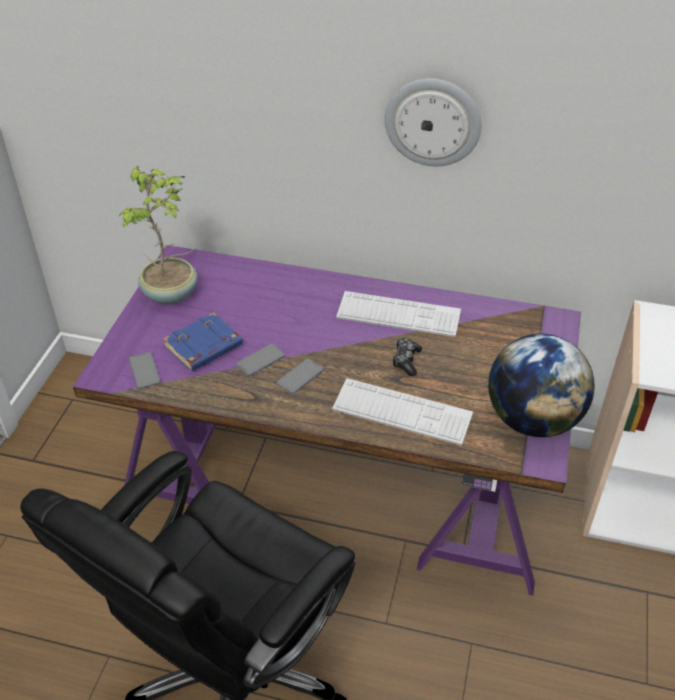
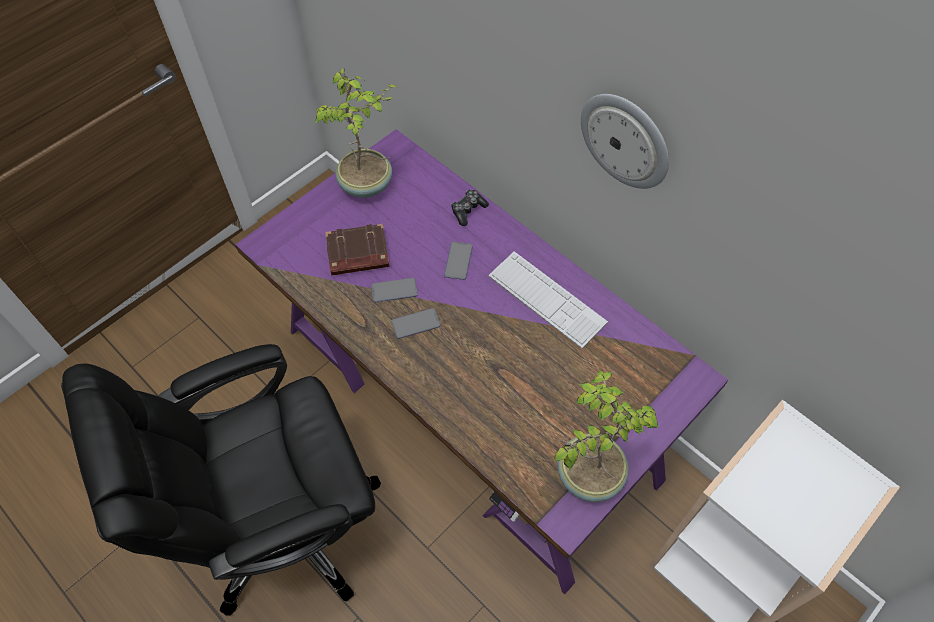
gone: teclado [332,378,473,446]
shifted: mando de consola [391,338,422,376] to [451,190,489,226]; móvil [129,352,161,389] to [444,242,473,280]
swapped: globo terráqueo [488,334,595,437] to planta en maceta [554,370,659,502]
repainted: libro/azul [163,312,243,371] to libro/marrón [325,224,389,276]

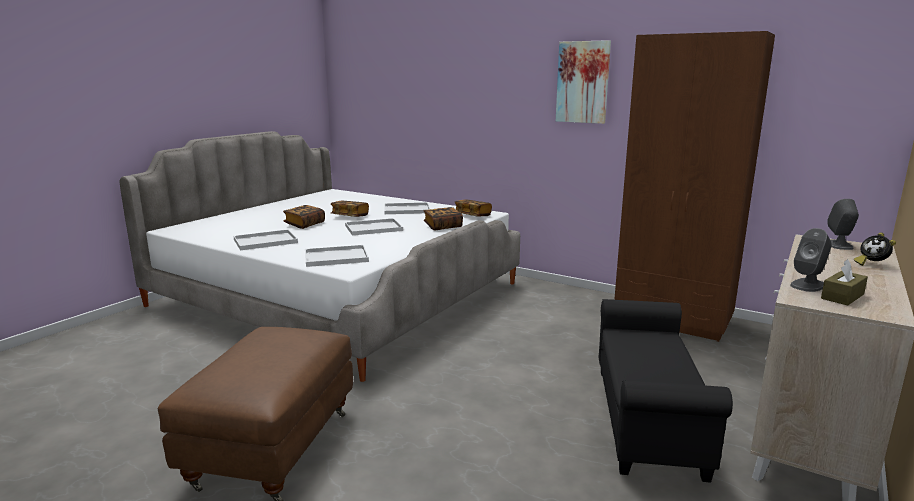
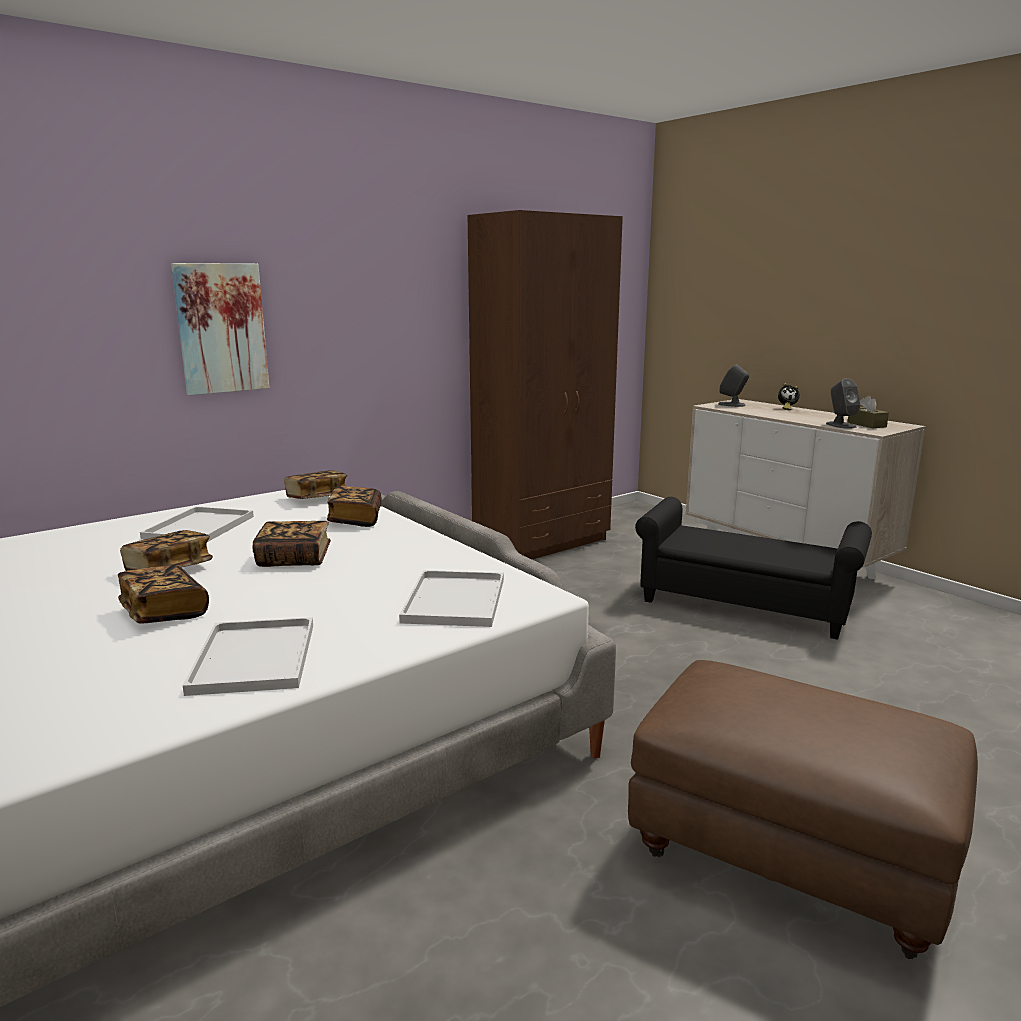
shifted: cuadro [556,40,611,124] to [171,263,270,395]
swapped: bandeja/blanco [345,218,403,235] to libro [253,521,331,567]

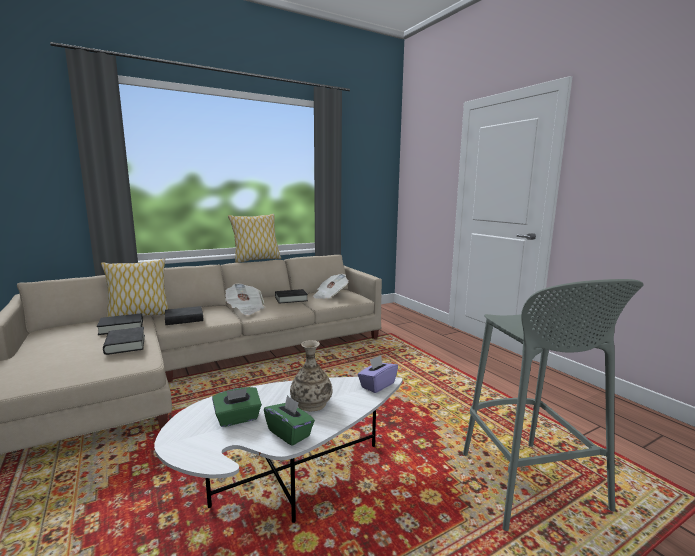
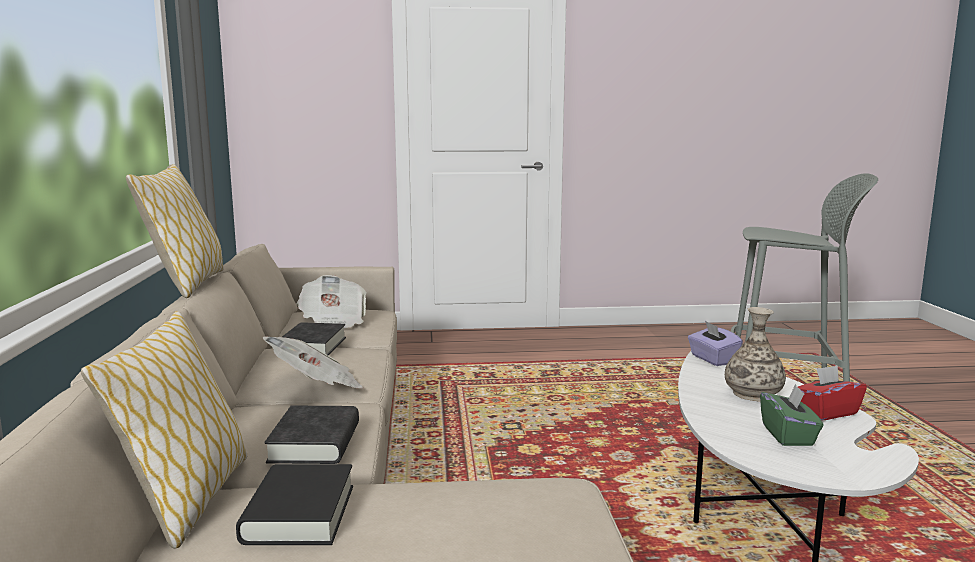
gone: libro/negro [103,327,145,355]
repainted: caja de pañuelos/verde [264,395,315,446] to caja de pañuelos/rojo [798,365,867,421]

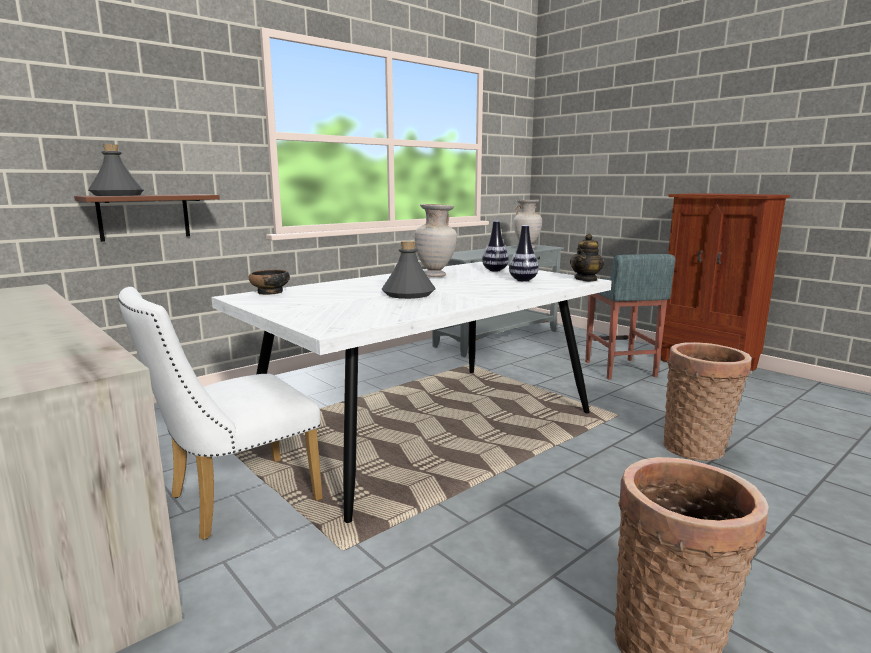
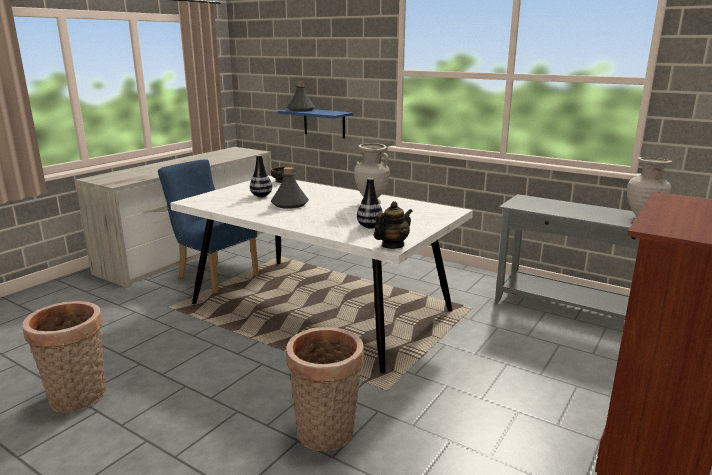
gone: taburete/gris [585,254,675,380]
shifted: florero [482,221,509,272] to [250,155,272,197]
repainted: estante/marrón [74,194,220,242] to estante/azul [277,109,353,139]; silla/blanco [118,287,323,540] to silla/azul [158,159,259,294]
rotated: tetera [570,234,604,282] = [374,201,412,249] 120 degrees clockwise

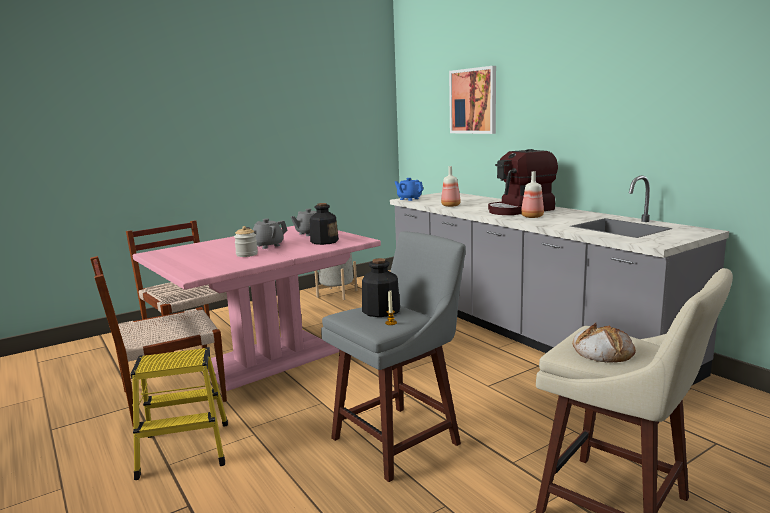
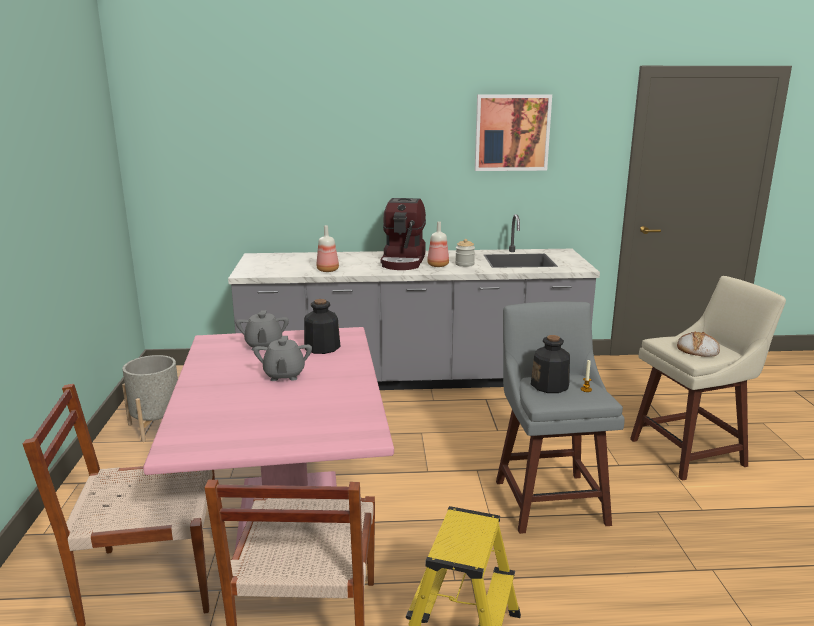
gone: tetera/azul [395,178,424,201]
shifted: cuadro [449,66,496,134] to [475,94,552,171]; tarro [234,226,258,257] to [455,239,475,267]

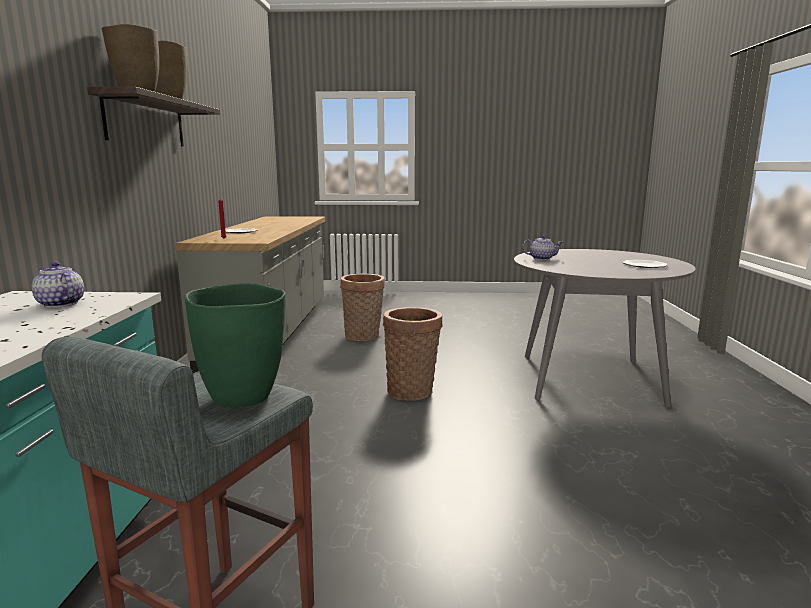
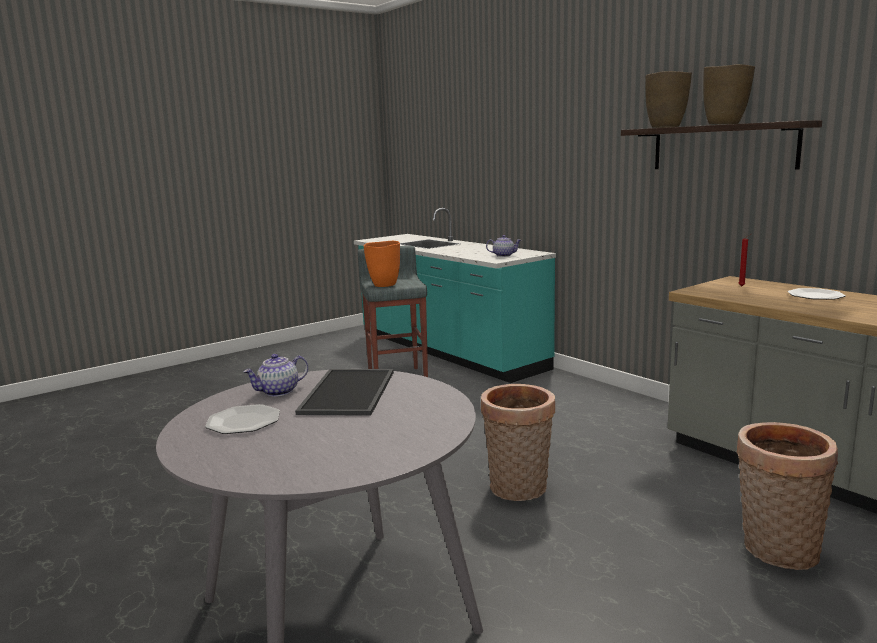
new: bandeja [295,369,394,416]
shifted: tetera [522,235,563,260] to [243,354,308,396]
repainted: florero/verde [185,283,285,408] to florero/naranja [364,241,400,287]

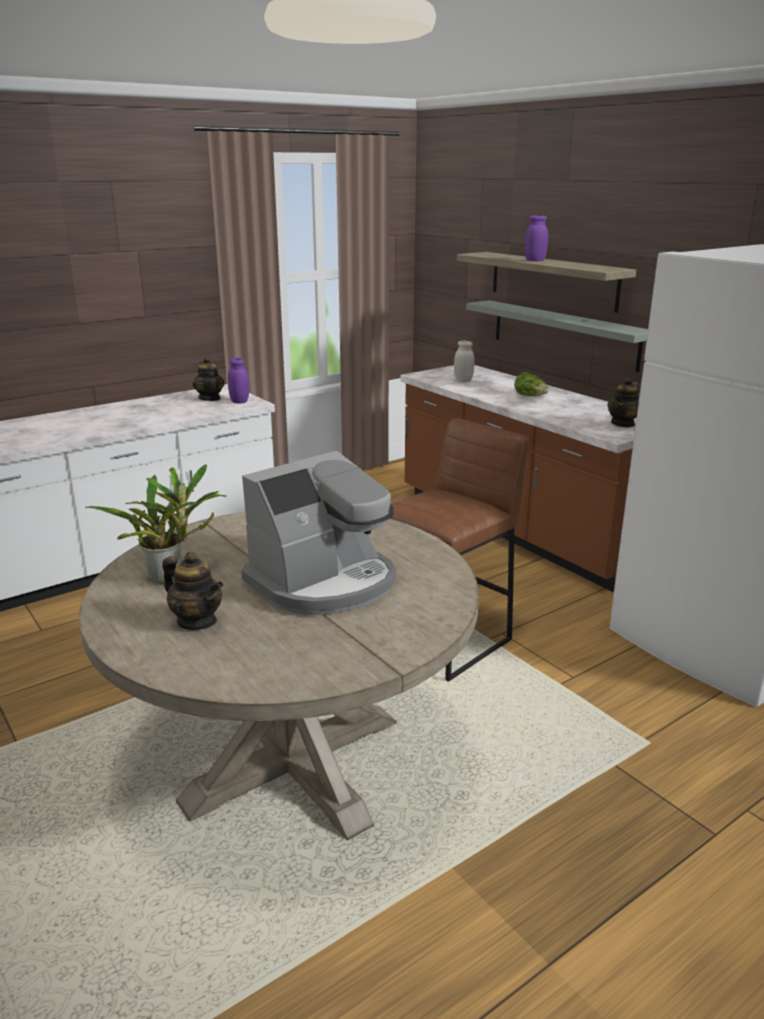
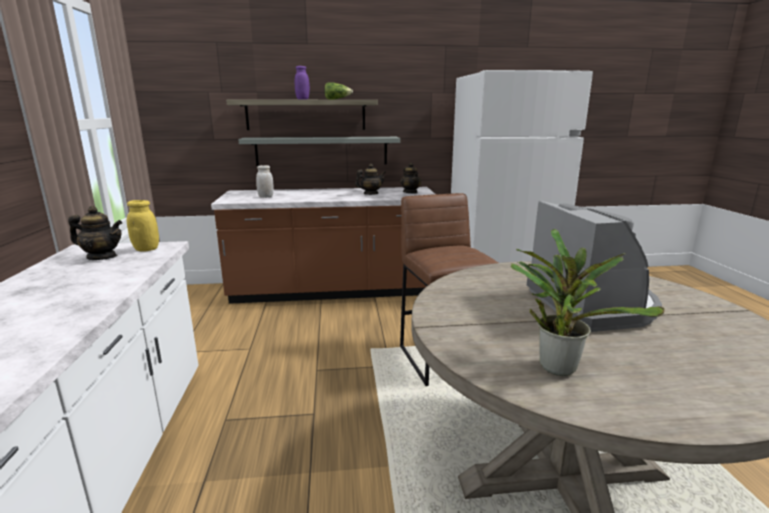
shifted: lechuga [514,372,549,396] to [324,82,353,100]; tetera [162,552,223,630] to [355,164,386,195]
repainted: tarro/morado [228,358,249,403] to tarro/amarillo [127,200,159,251]

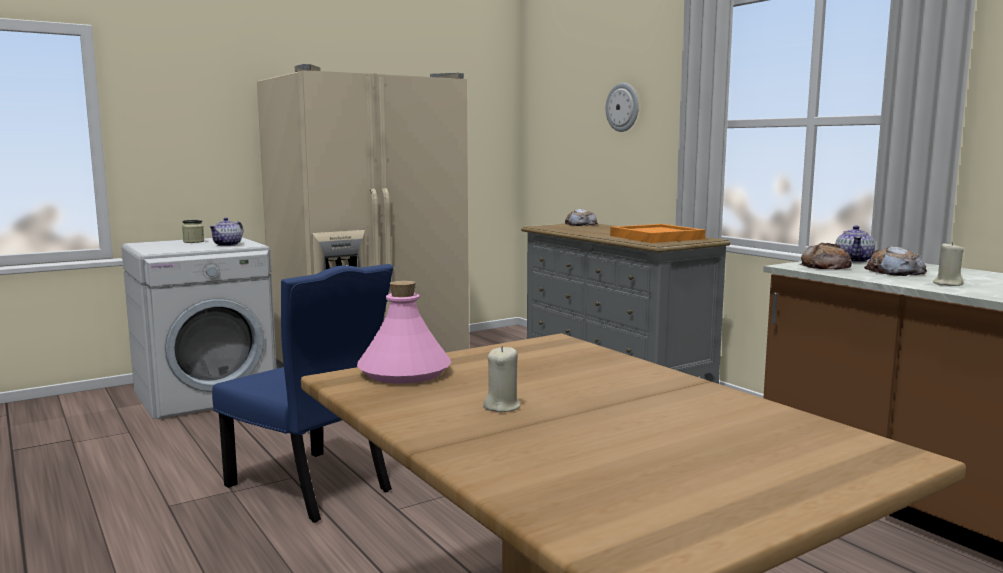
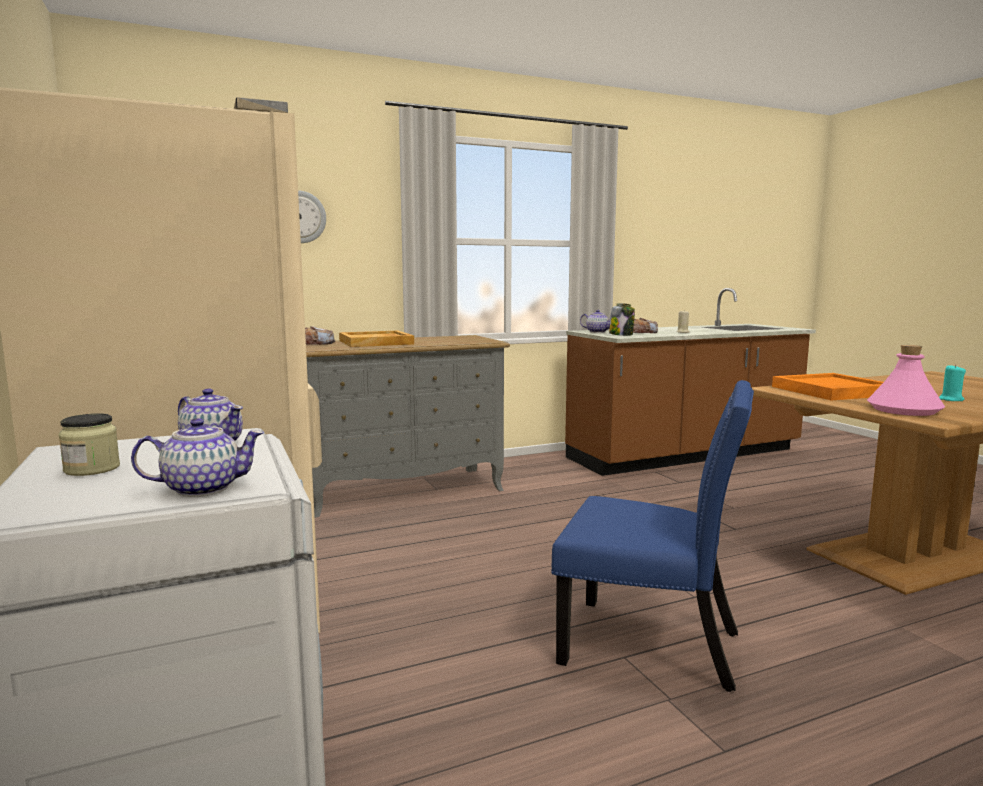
new: bandeja/beis [339,331,414,347]; tetera [131,418,264,497]
shifted: bandeja/naranja [610,224,705,243] to [772,373,883,401]
swapped: pan [799,243,852,269] to tarro [609,303,635,336]
repainted: vela/beis [483,346,520,412] to vela/turquesa [939,364,966,401]
rotated: silla/azul [212,264,393,523] = [551,380,754,692] 60 degrees clockwise

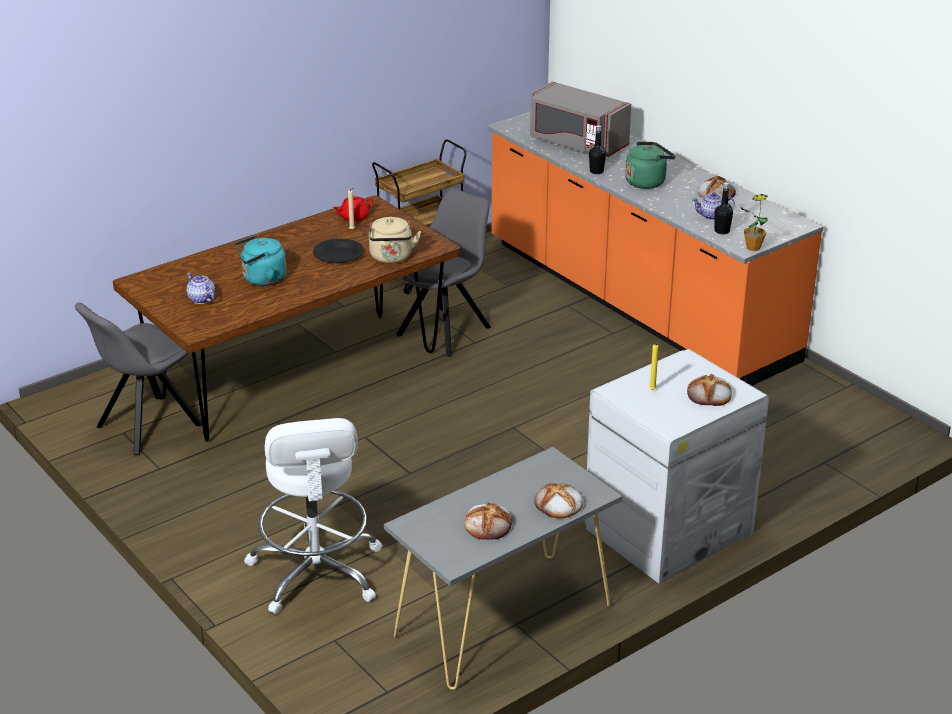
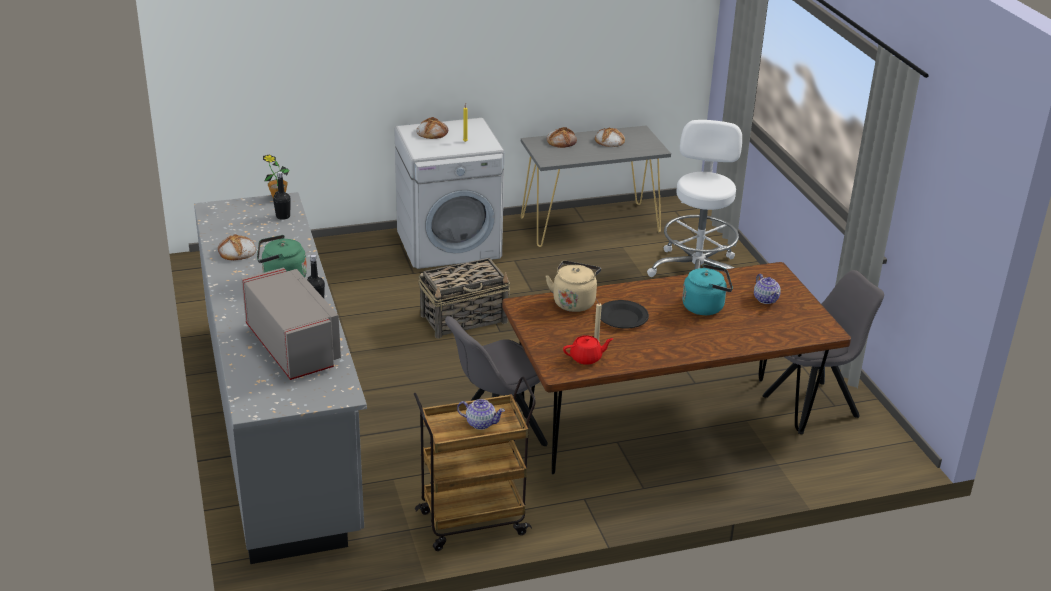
new: cesta [419,258,510,338]
shifted: tetera [692,192,735,220] to [457,399,505,430]
repainted: mueble bajo de cocina/naranja [487,112,824,386] to mueble bajo de cocina/gris [194,192,367,564]

